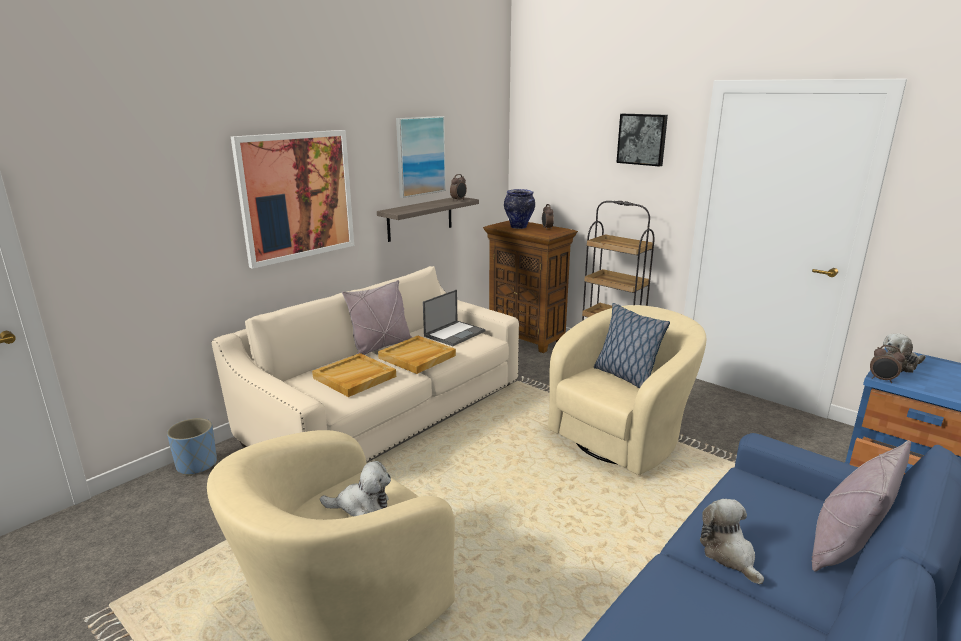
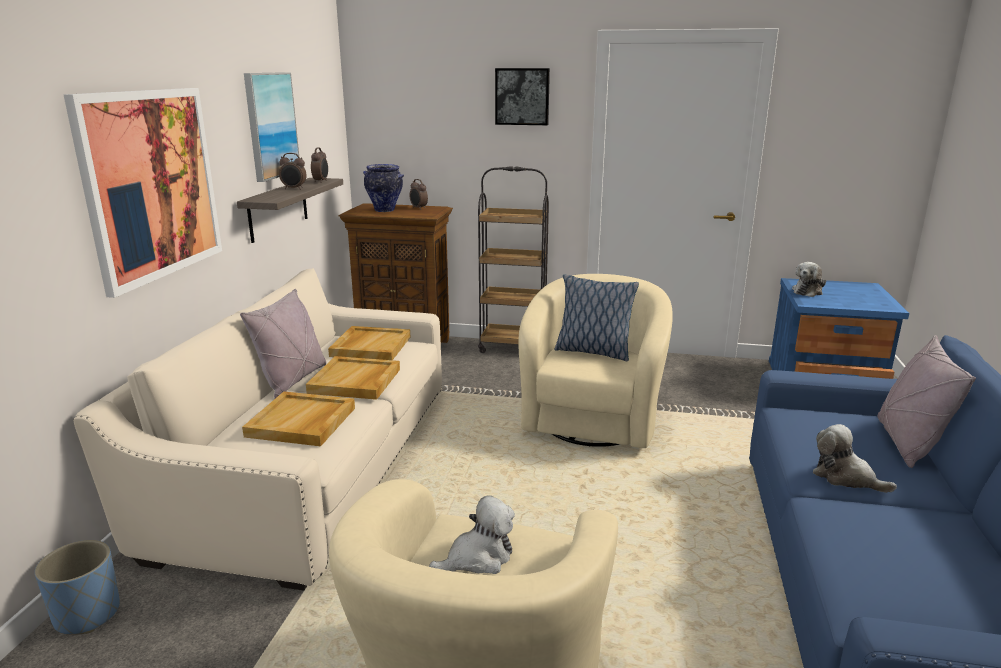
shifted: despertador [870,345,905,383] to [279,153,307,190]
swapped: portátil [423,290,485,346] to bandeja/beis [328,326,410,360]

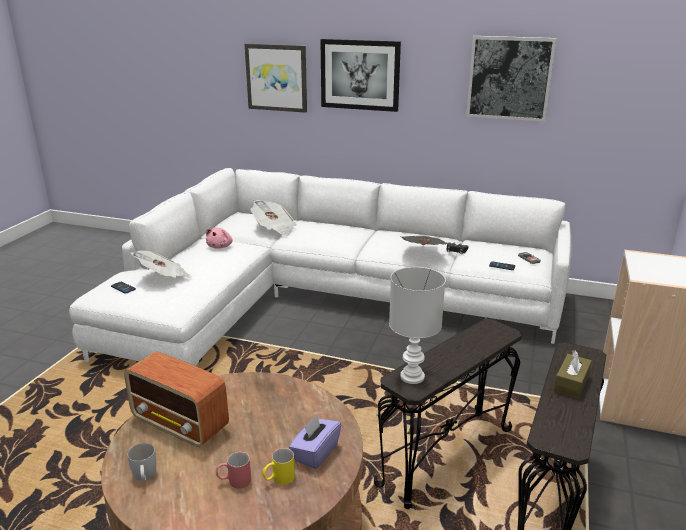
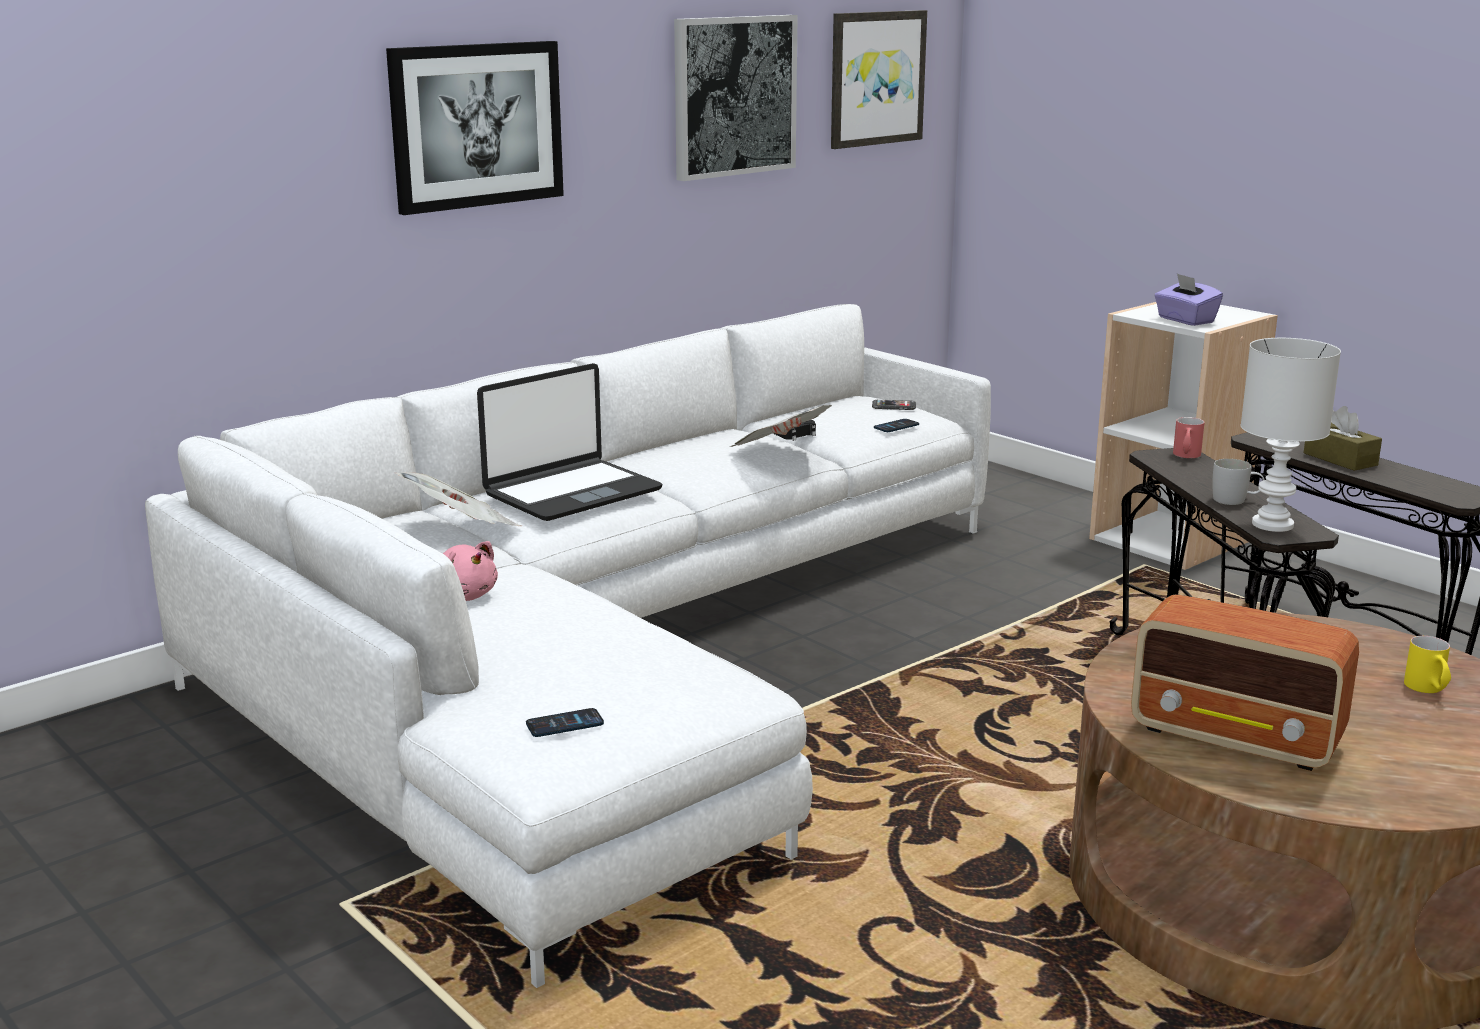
gone: periódico [131,250,191,278]
new: portátil [477,363,662,521]
shifted: cuadro [245,44,307,113] to [831,10,927,149]; caja de pañuelos/morado [289,414,341,469] to [1154,273,1223,326]; taza grande/blanco [128,443,156,482] to [1213,459,1265,505]; taza grande/rojo [216,452,251,489] to [1173,417,1205,458]
rotated: radio [124,351,229,447] = [1131,594,1359,771] 60 degrees clockwise

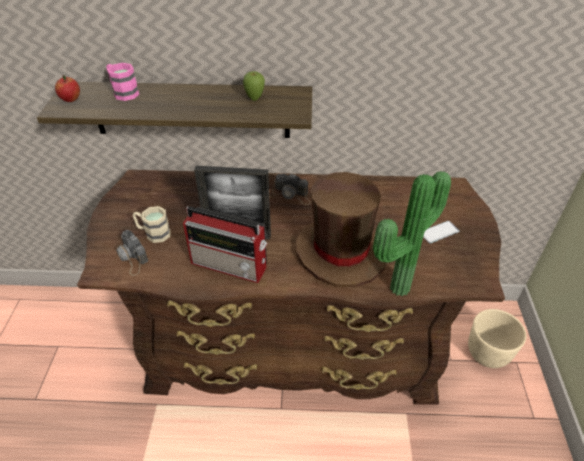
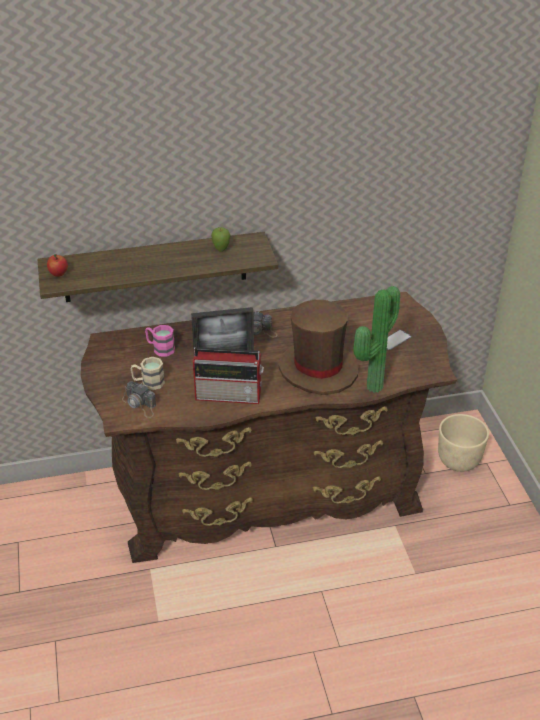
shifted: taza grande/rosa [106,63,139,101] to [145,325,175,357]

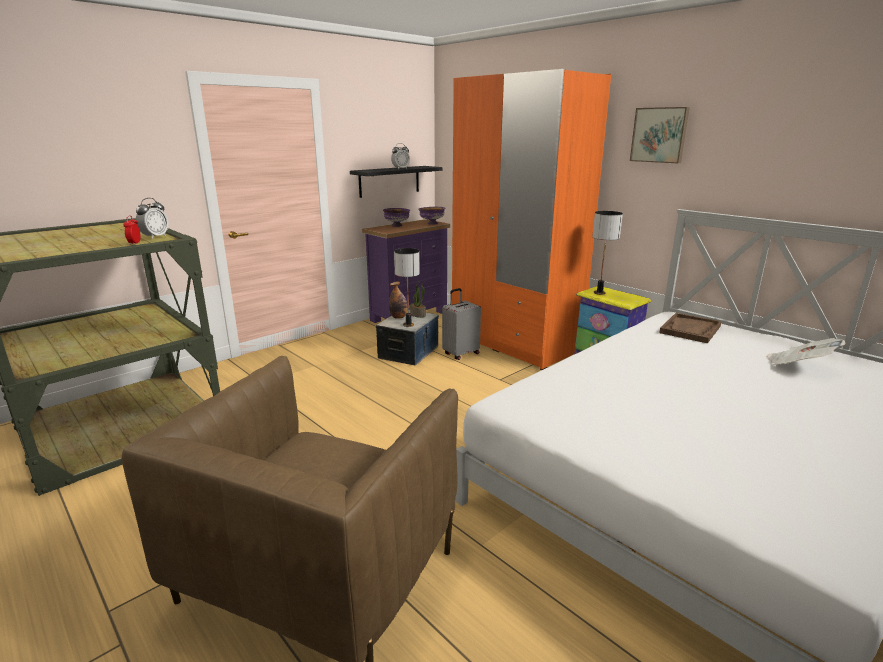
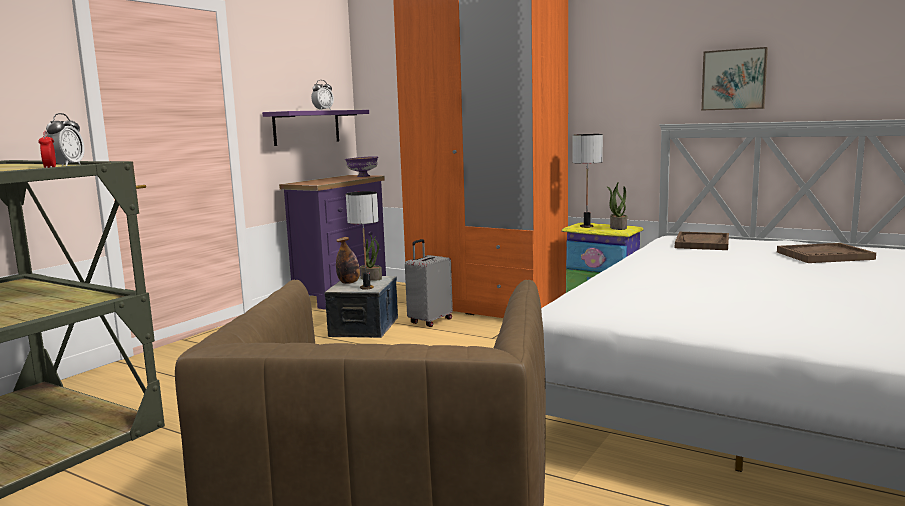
gone: cuenco/morado [383,208,410,227]
new: planta en maceta [607,182,627,230]
shifted: cuadro [630,107,690,163] to [701,47,768,111]
swapped: periódico [766,338,845,365] to bandeja/marrón [777,243,876,263]
repainted: estante/negro [350,166,443,198] to estante/morado [262,110,369,146]

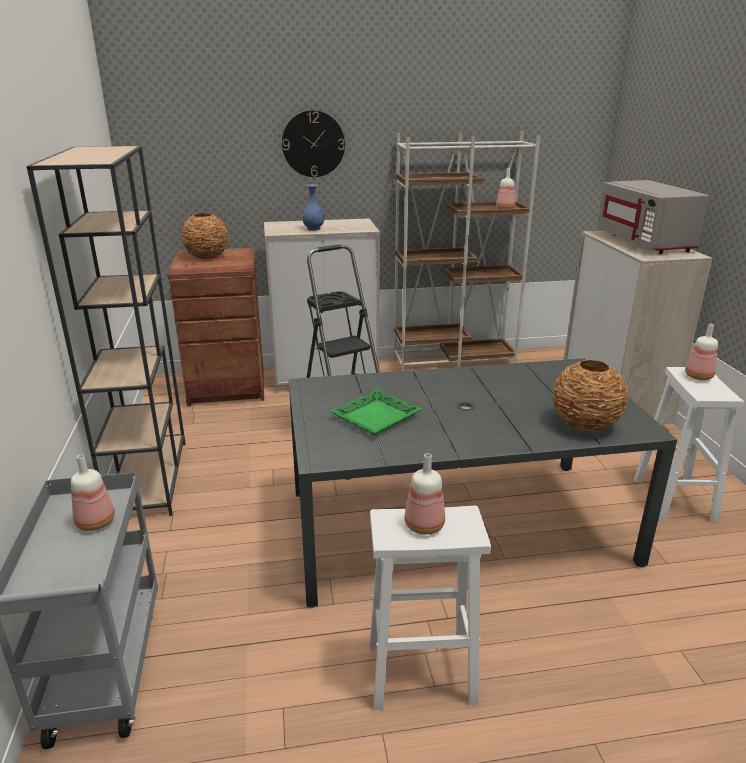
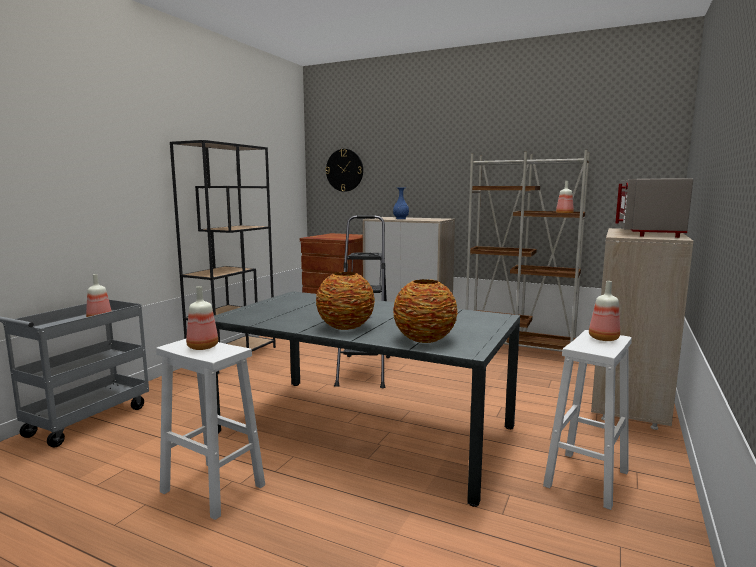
gone: bandeja/verde [330,389,422,435]
shifted: reloj de pared [282,110,345,177] to [326,149,363,192]; florero [181,213,228,260] to [316,272,375,330]

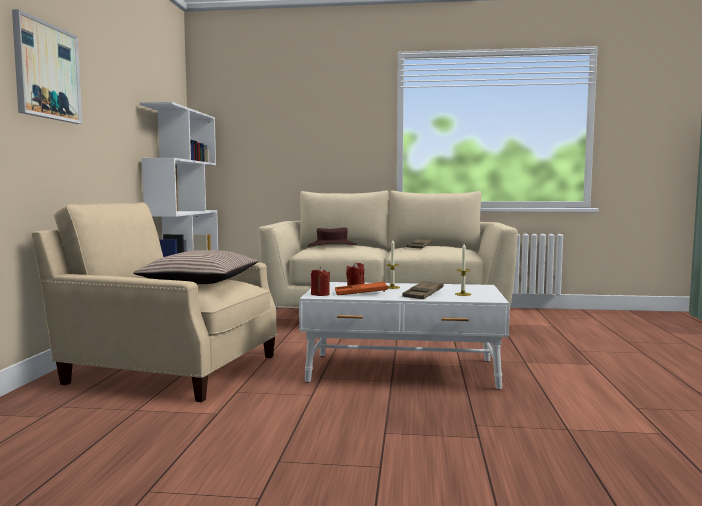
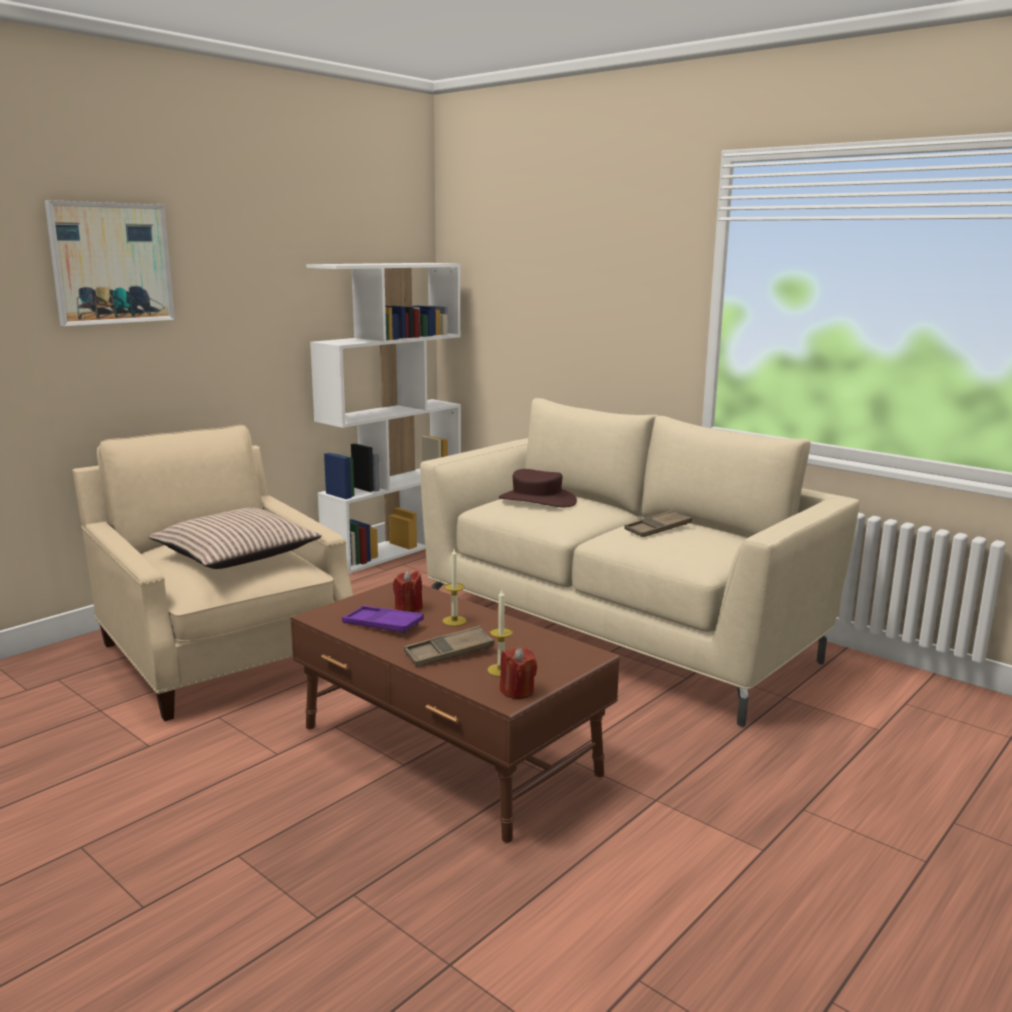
shifted: vela/rojo [311,267,330,296] to [500,647,537,699]
repainted: mesa de centro/blanco [299,282,510,390] to mesa de centro/marrón [290,581,620,843]; bandeja/naranja [335,282,388,295] to bandeja/morado [342,606,424,633]

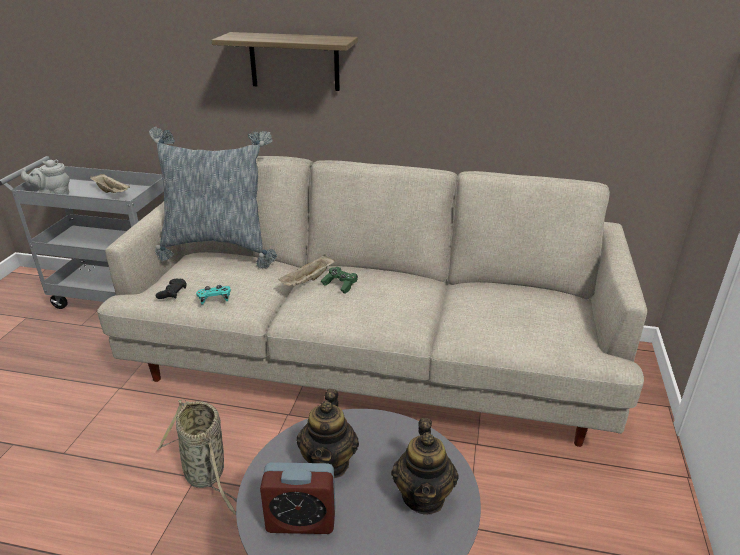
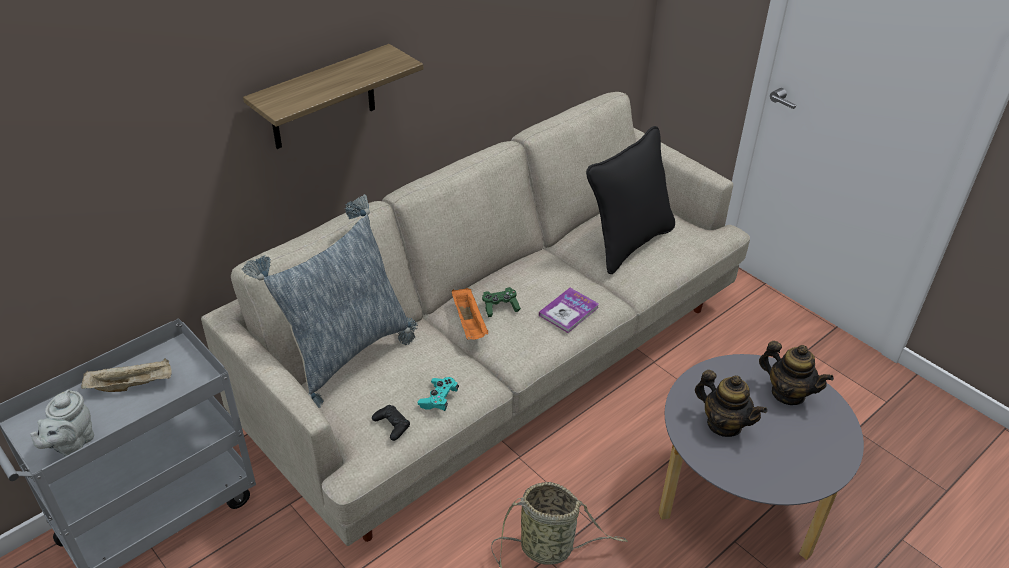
gone: despertador [260,462,336,534]
new: cojín/negro [586,126,675,274]; libro [539,288,599,333]
repainted: bandeja/beis [278,254,335,286] to bandeja/naranja [452,288,488,340]

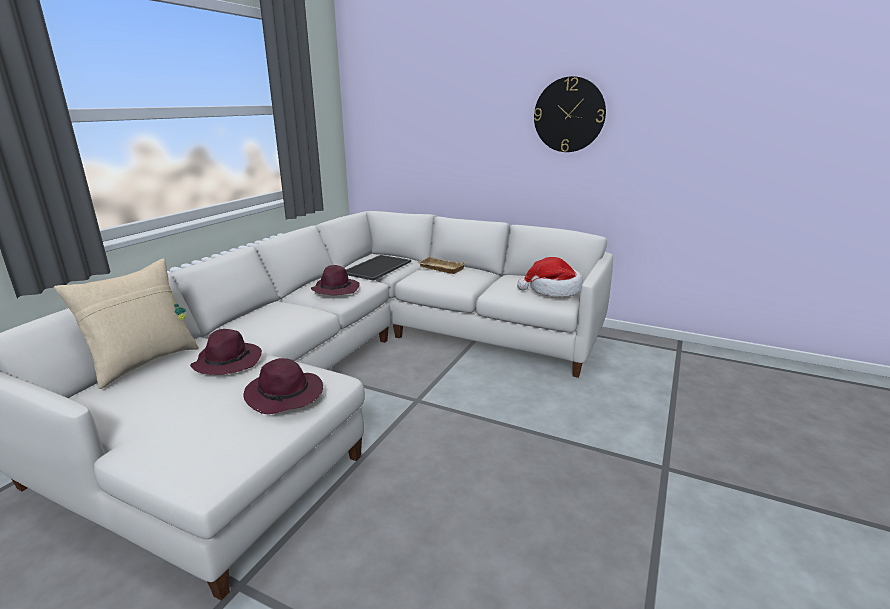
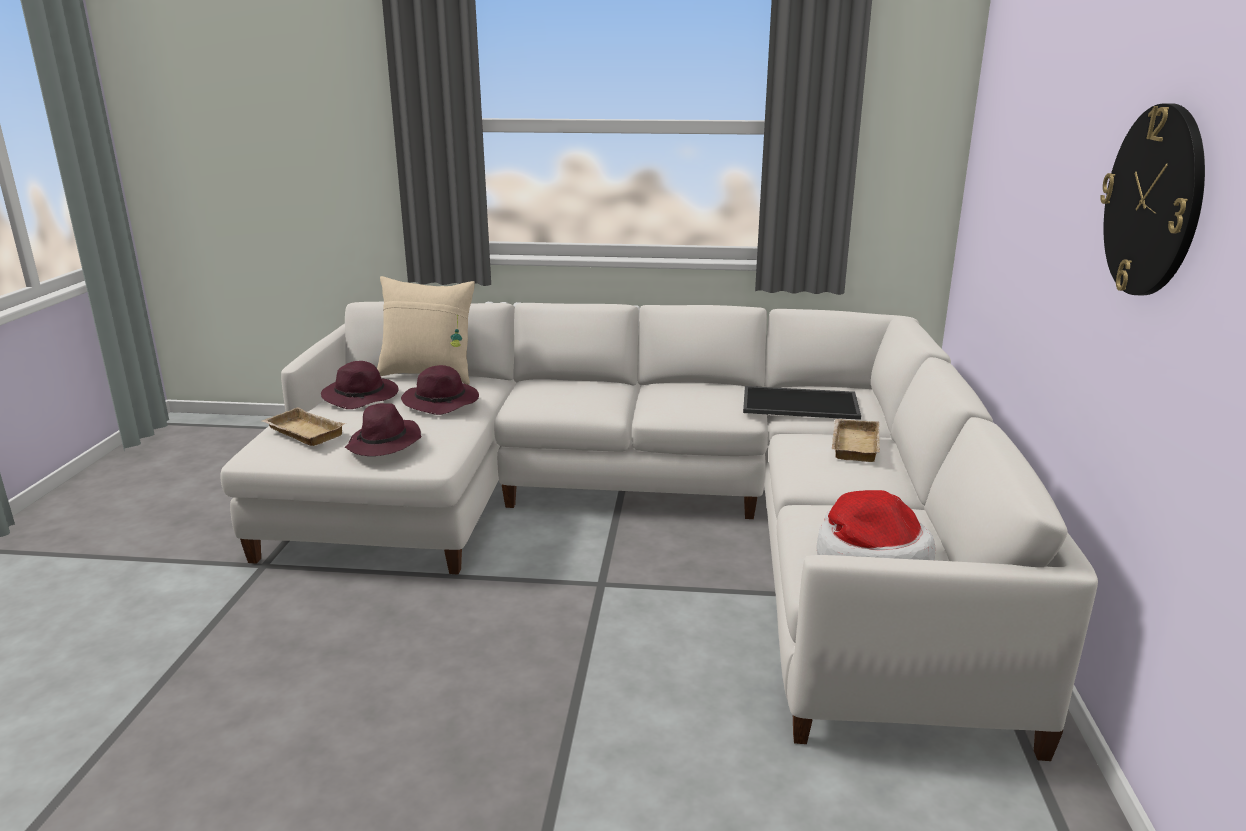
new: bandeja/beis [262,407,346,446]
shifted: sombrero/morado [311,265,359,295] to [321,361,399,409]

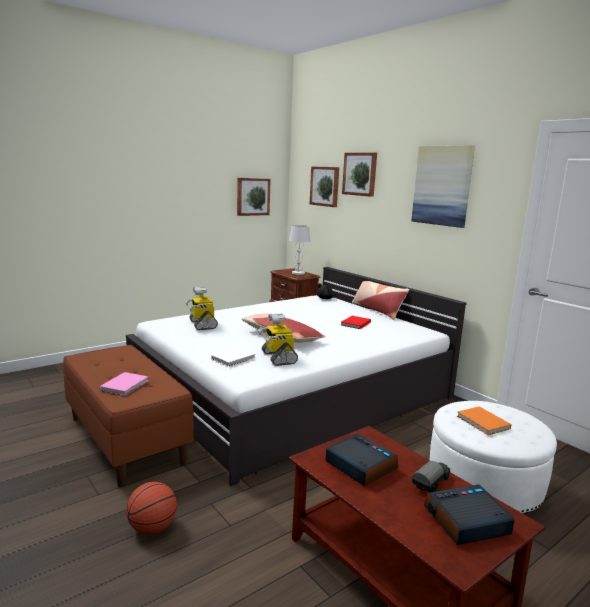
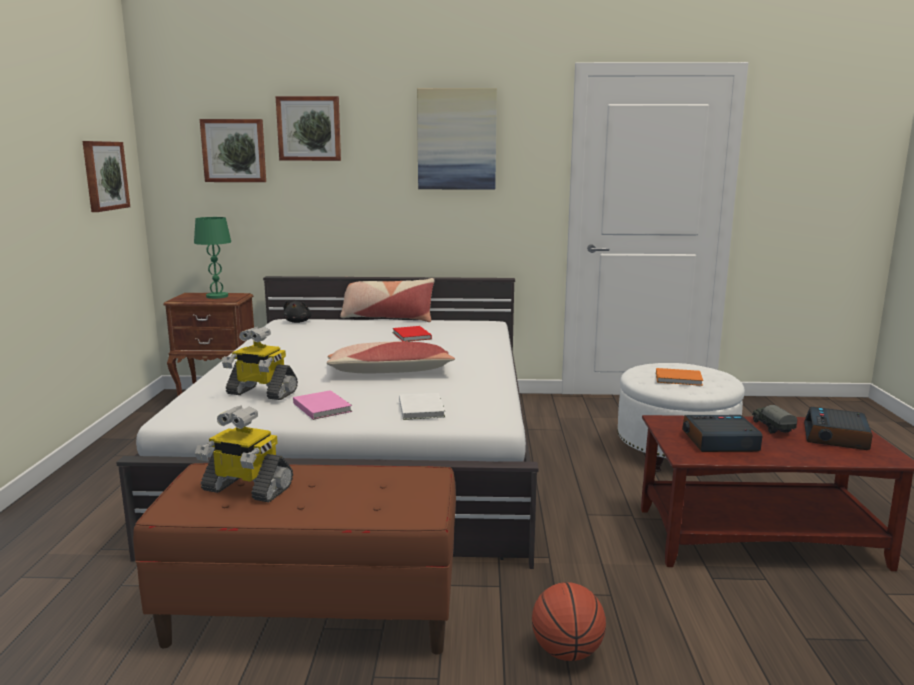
shifted: robot de juguete [258,314,298,366] to [195,406,293,502]; libro/rosa [100,372,148,396] to [293,390,352,420]
repainted: lámpara de mesa/blanco [289,225,310,275] to lámpara de mesa/verde [194,217,231,299]

